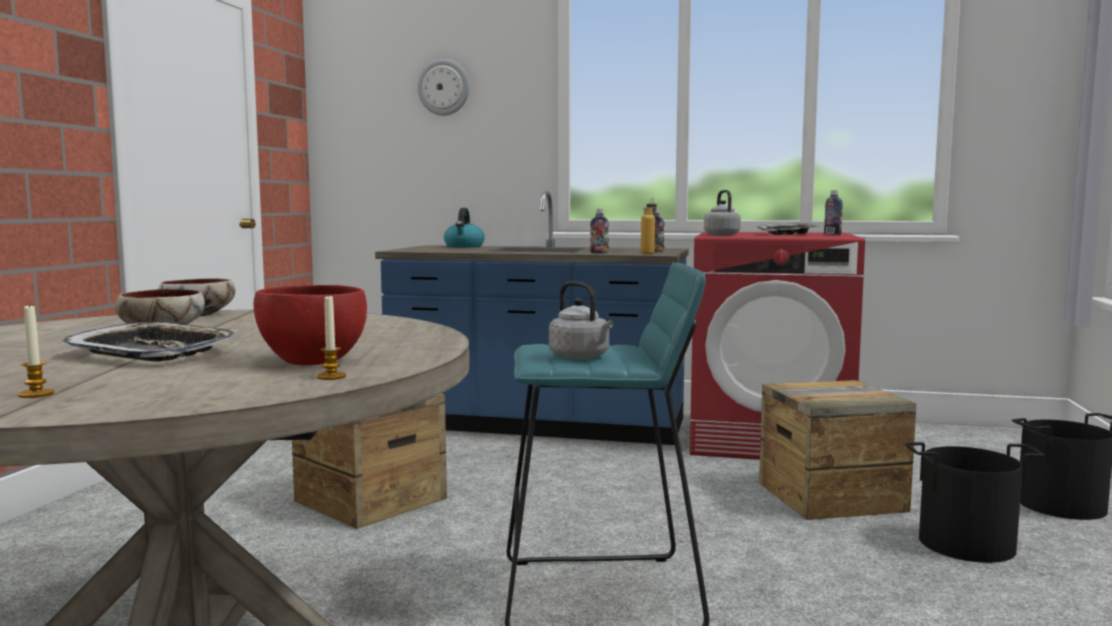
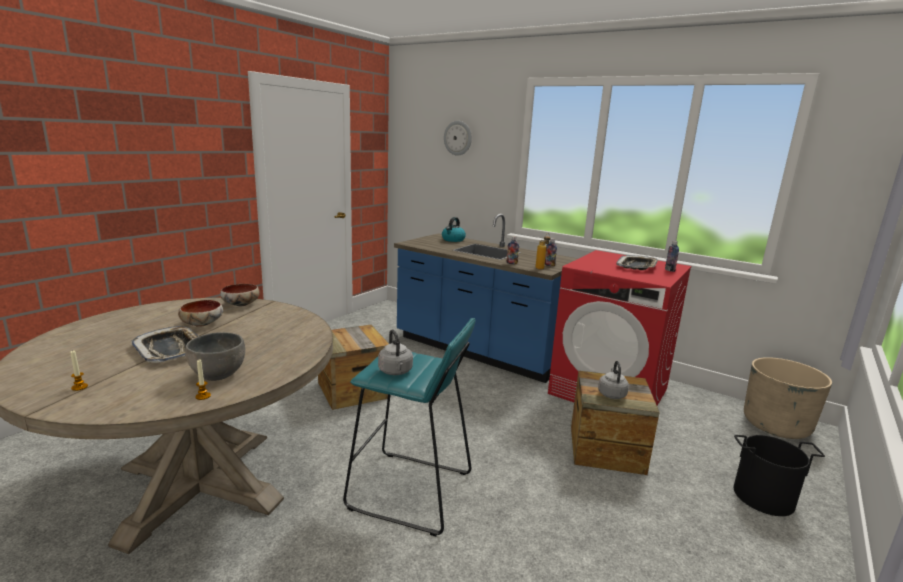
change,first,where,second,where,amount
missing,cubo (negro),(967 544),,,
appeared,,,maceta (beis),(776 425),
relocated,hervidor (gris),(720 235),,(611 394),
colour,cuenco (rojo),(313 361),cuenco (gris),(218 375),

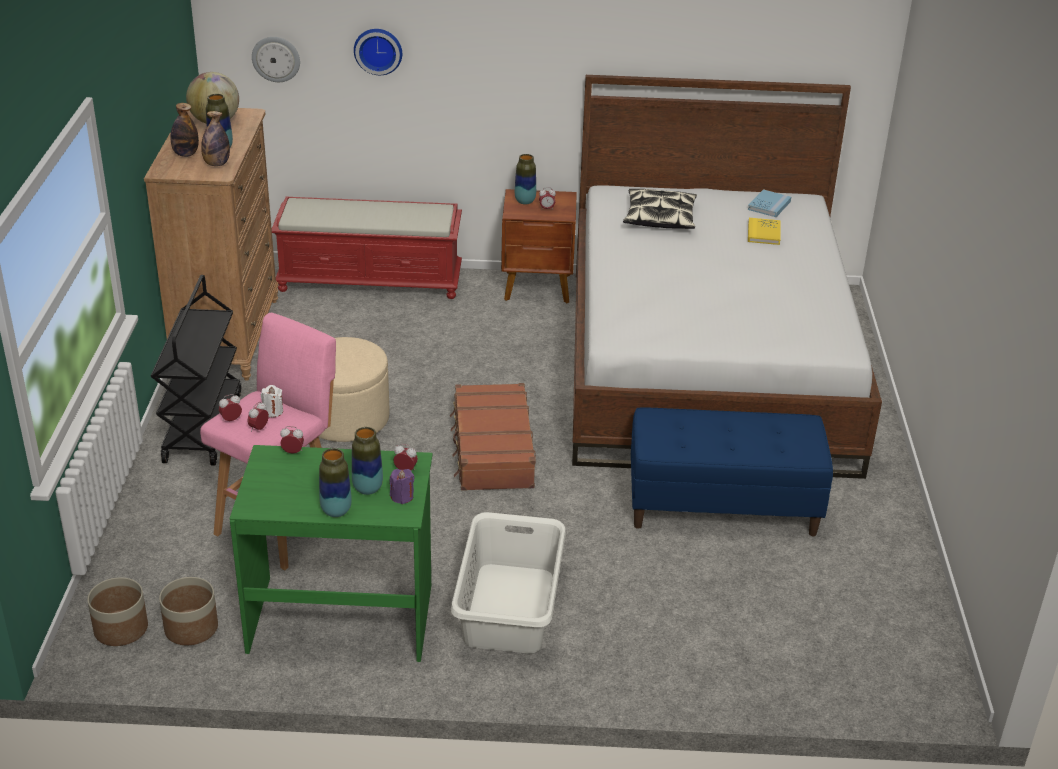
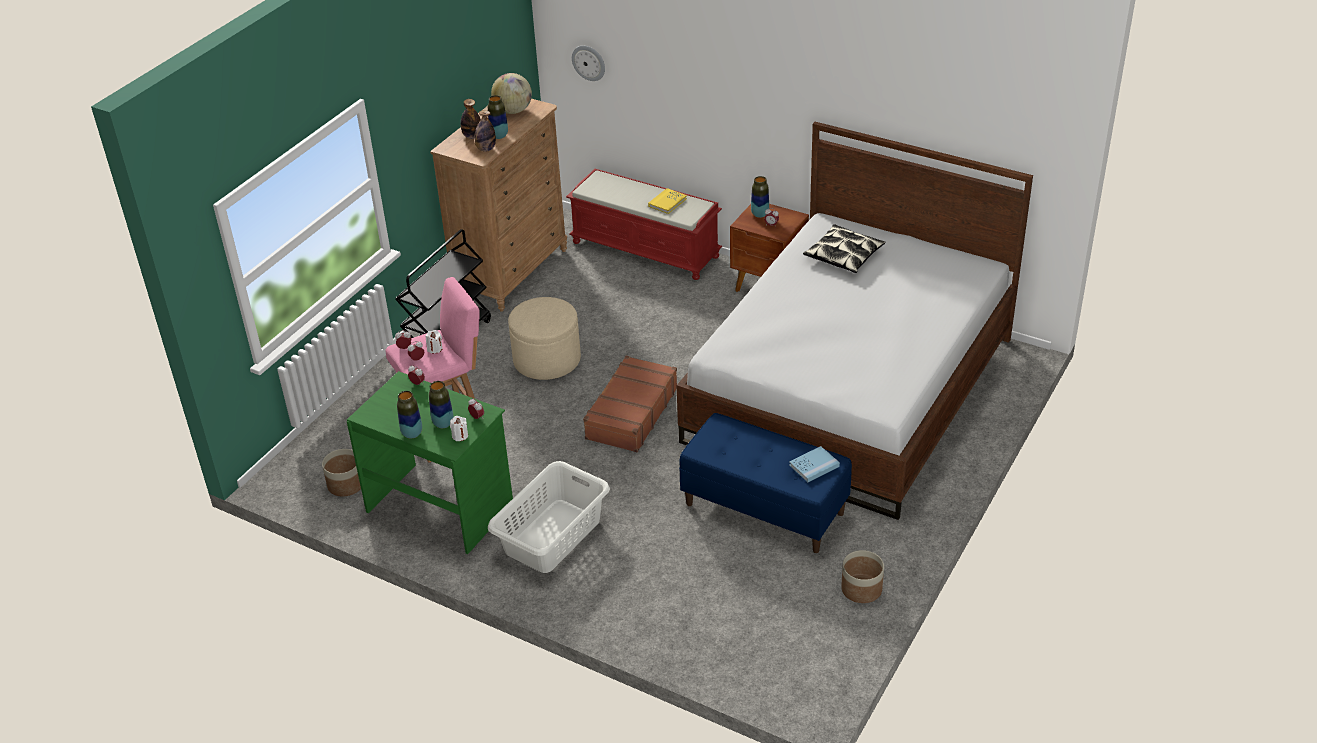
change,first,where,second,where,amount
missing,reloj de pared,(378 50),,,
relocated,maceta,(120 629),,(861 589),
relocated,libro (azul),(769 205),,(814 466),
relocated,libro (amarillo),(763 233),,(667 202),
colour,vela (morado),(402 496),vela (blanco),(460 436),

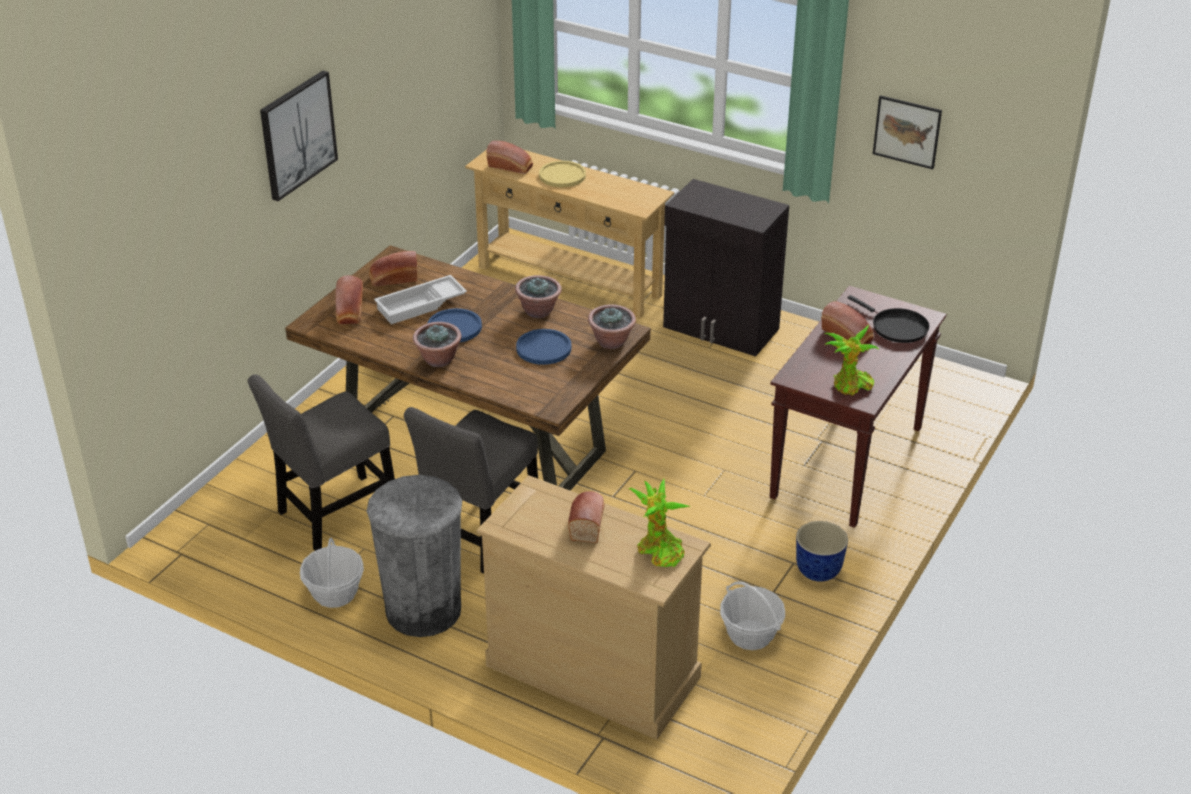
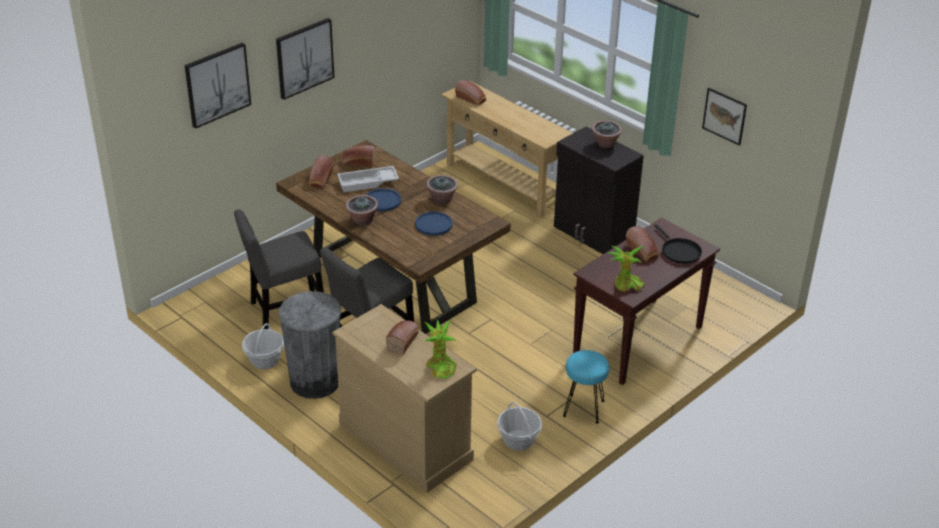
change,first,where,second,where,amount
missing,plato (amarillo),(562 175),,,
appeared,,,cuadro,(217 84),
relocated,planta en maceta,(612 342),,(605 144),
exchanged,maceta,(818 572),taburete (turquesa),(583 409),

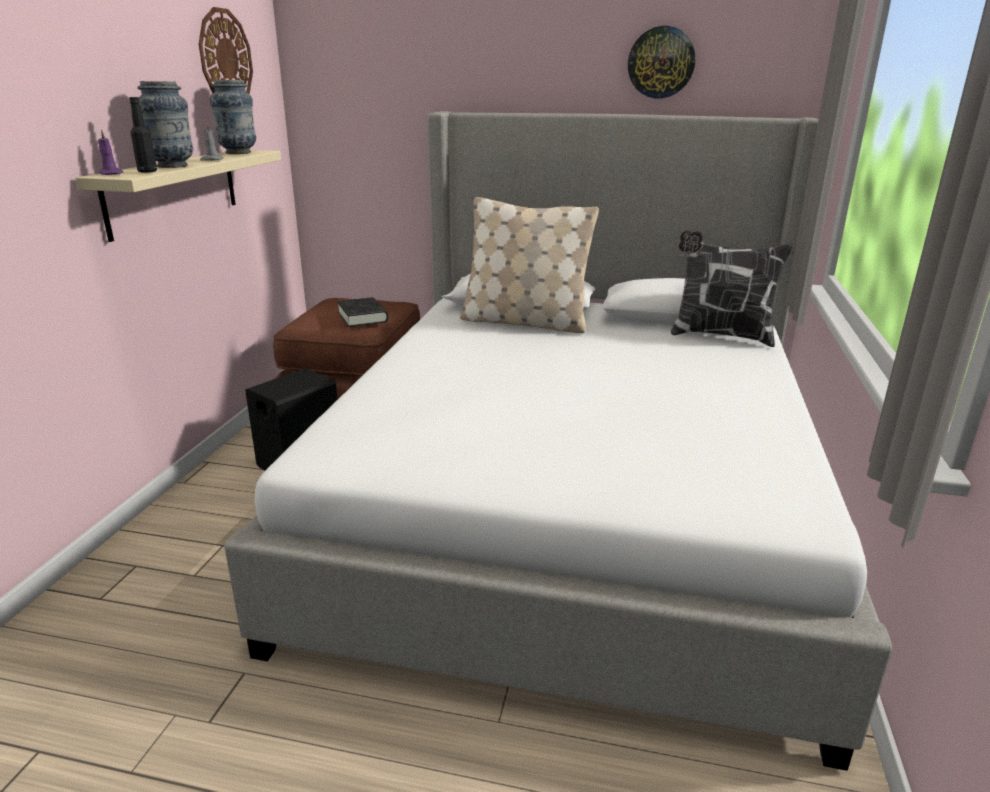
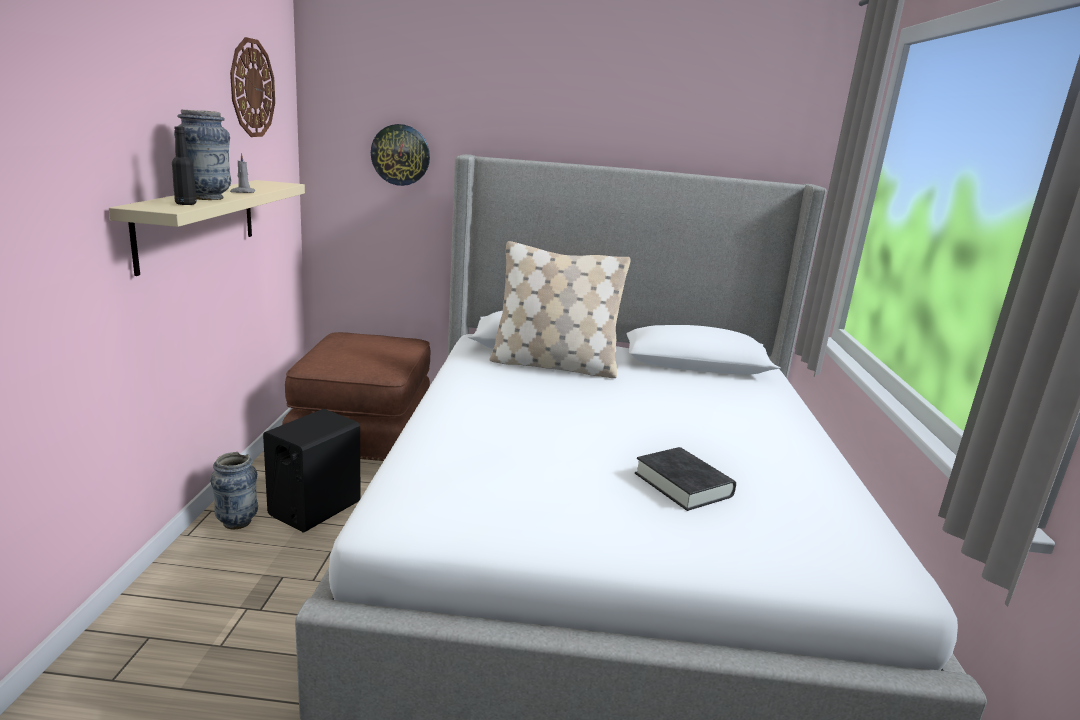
change,first,where,second,where,amount
missing,vela (morado),(110 174),,,
missing,cojín,(720 335),,,
relocated,florero,(238 153),,(237 522),
relocated,libro (negro),(362 317),,(683 485),
relocated,reloj de pared,(661 62),,(400 155),

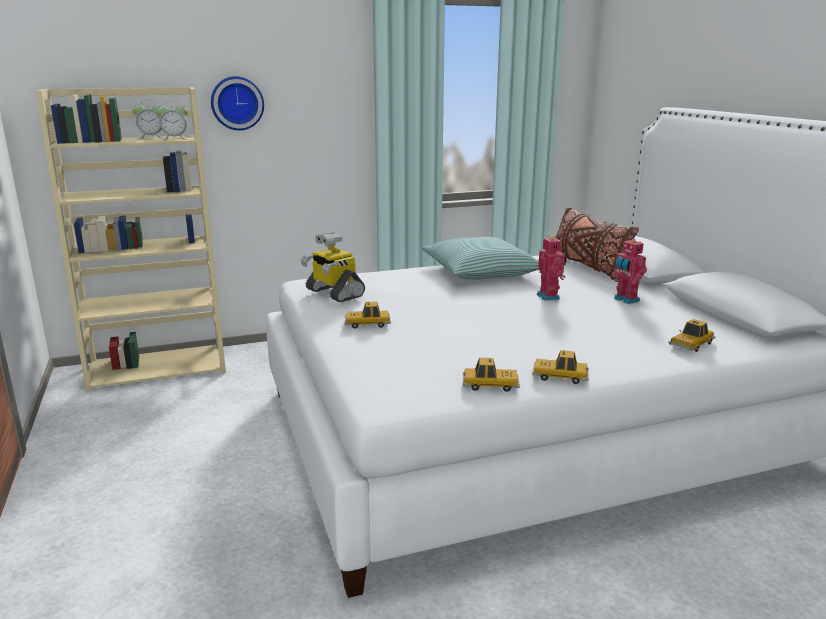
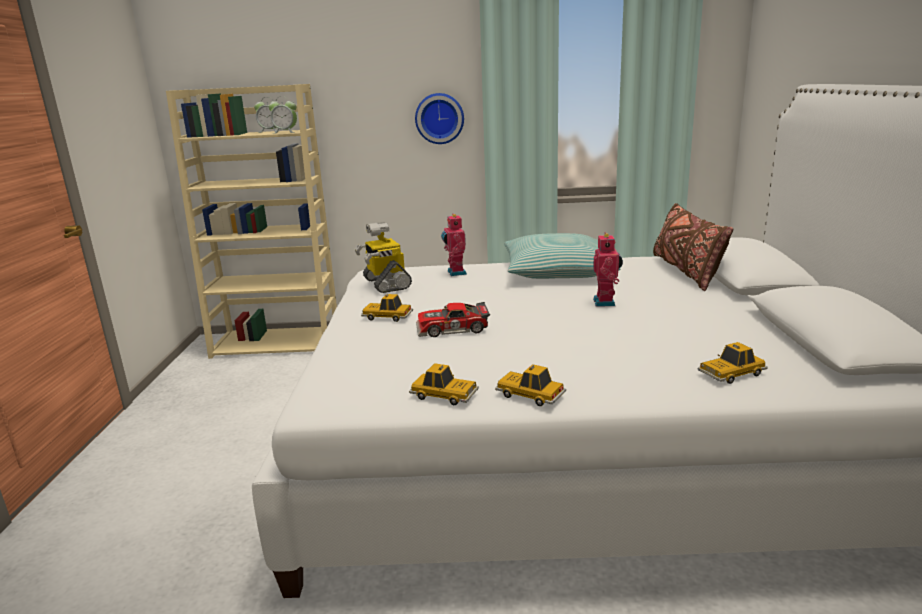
change,first,where,second,where,amount
appeared,,,coche de juguete,(453 329),
relocated,reloj de pared,(237 103),,(439 118),
relocated,robot de juguete,(625 300),,(455 273),

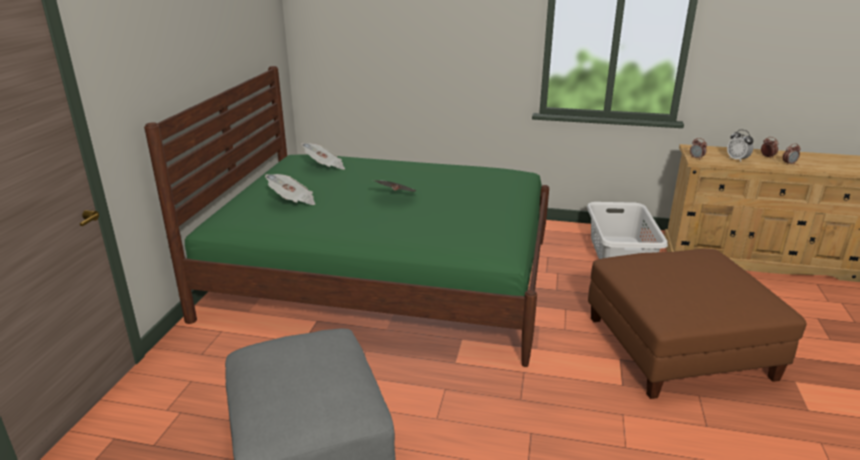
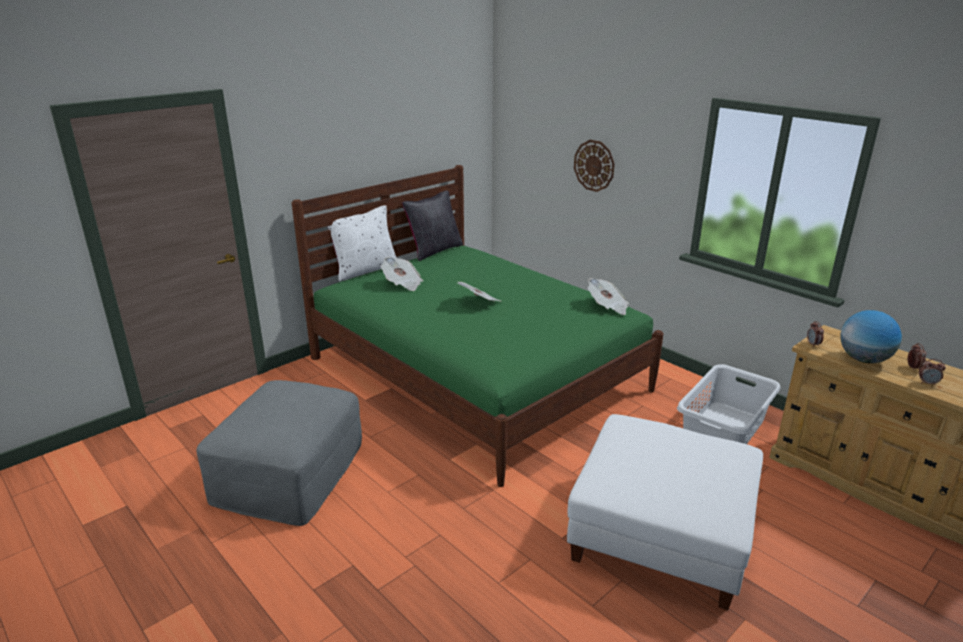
change,first,where,second,where,amount
appeared,,,cojín (blanco),(365 270),
appeared,,,cojín (negro),(434 250),
appeared,,,reloj de pared,(594 165),
relocated,periódico,(325 167),,(607 307),
exchanged,despertador,(737 159),globo terráqueo,(864 360),
colour,puf (marrón),(678 348),puf (blanco),(660 534),

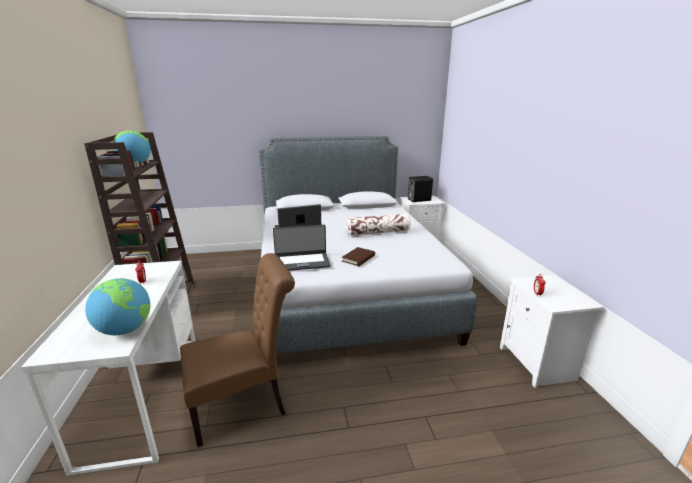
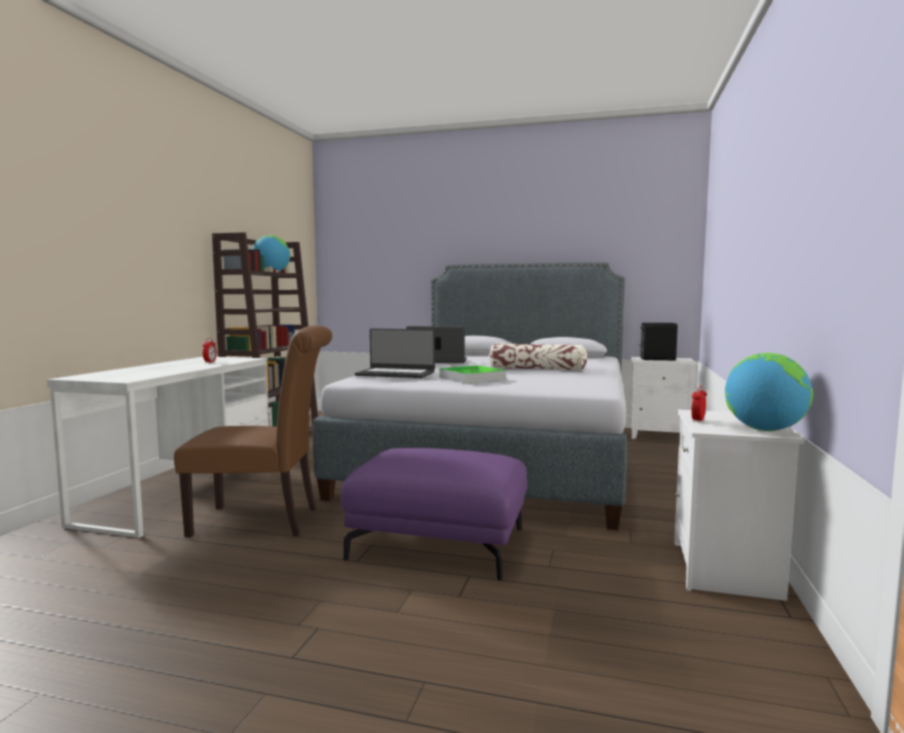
change,first,where,second,where,amount
appeared,,,puf (morado),(439 543),
relocated,globo terráqueo,(125 330),,(764 430),
exchanged,libro (marrón),(358 258),bandeja,(472 378),

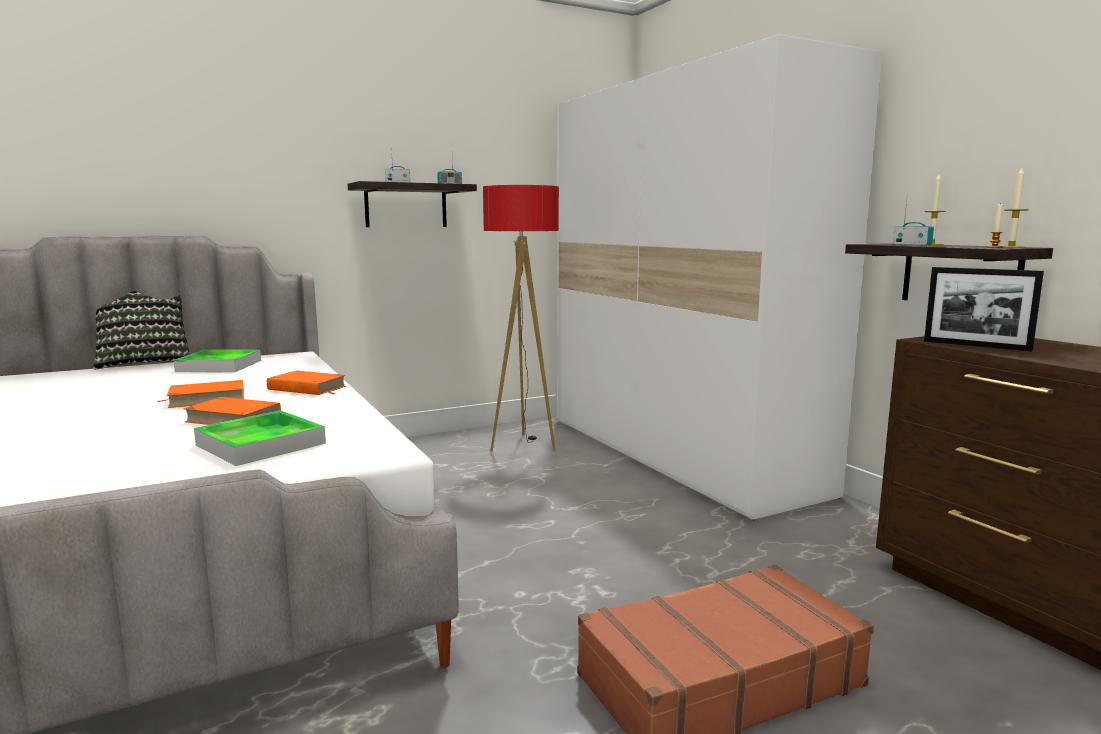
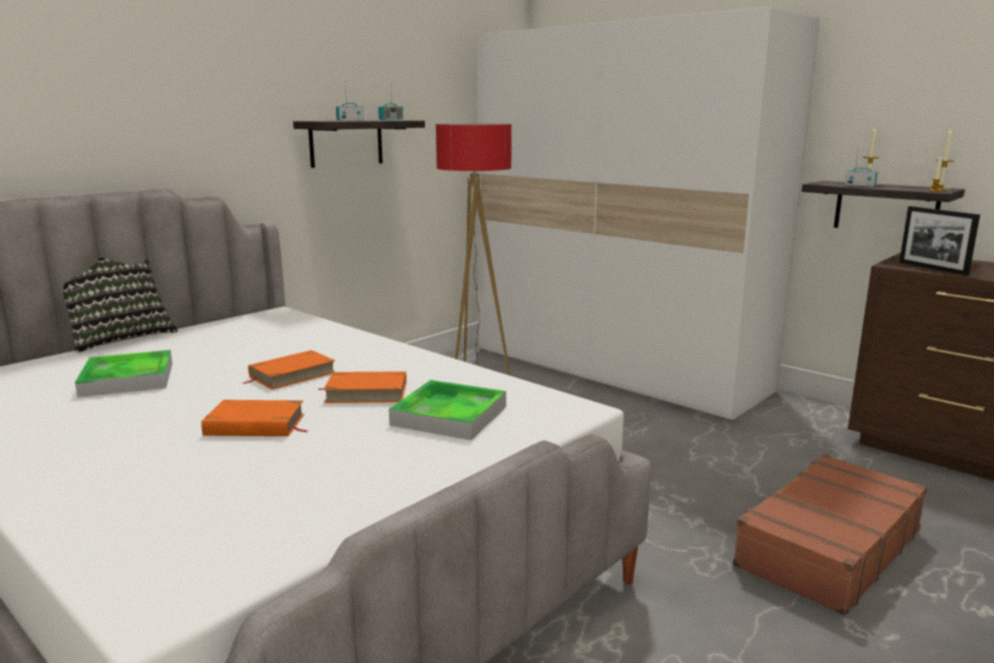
change,first,where,second,where,amount
relocated,bandeja,(219 366),,(127 379),
relocated,libro (naranja),(307 388),,(255 425),
spun,portarretratos,(976 345),,(932 268),45 degrees clockwise

